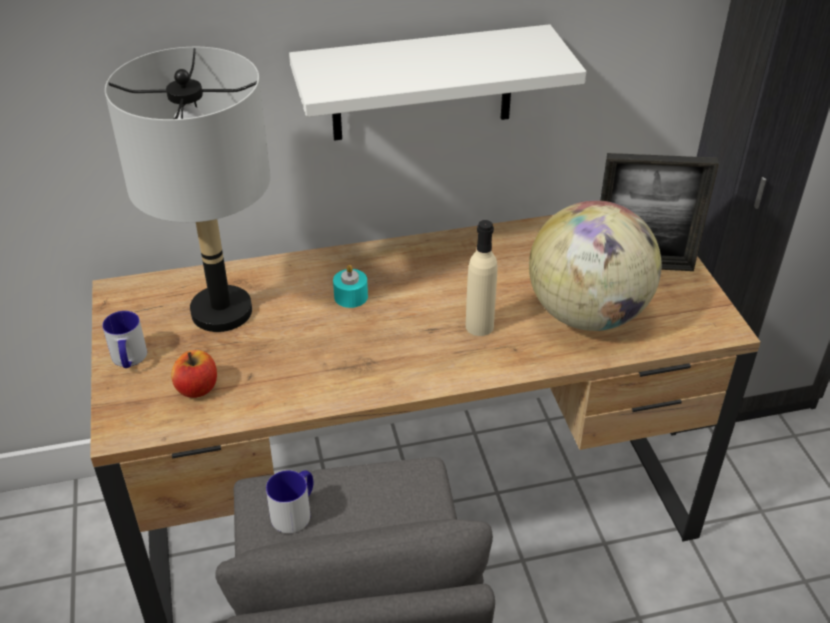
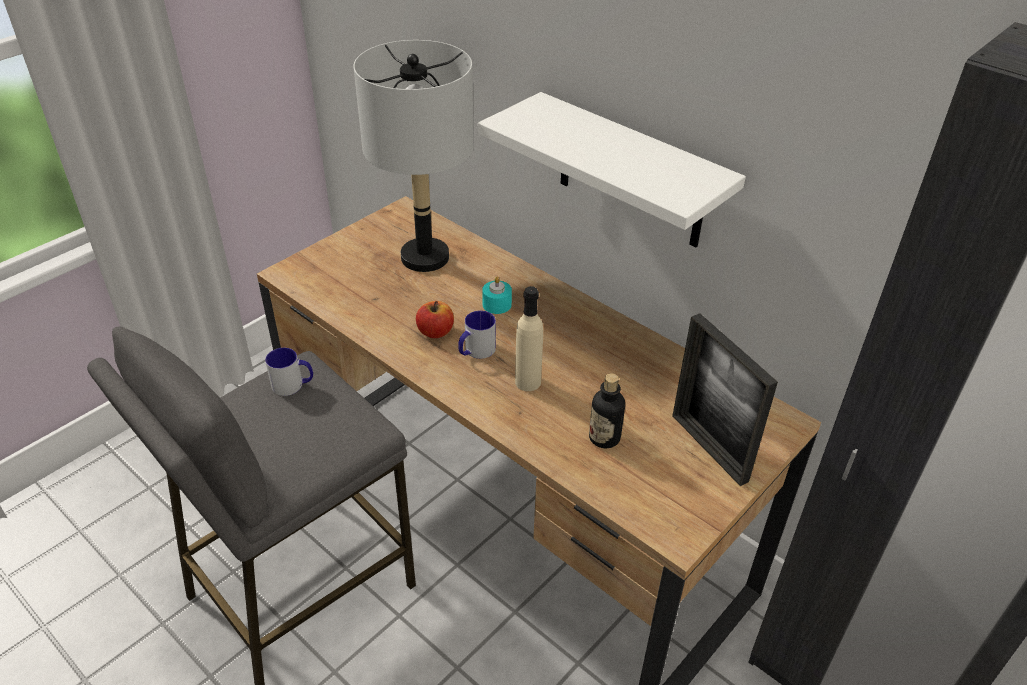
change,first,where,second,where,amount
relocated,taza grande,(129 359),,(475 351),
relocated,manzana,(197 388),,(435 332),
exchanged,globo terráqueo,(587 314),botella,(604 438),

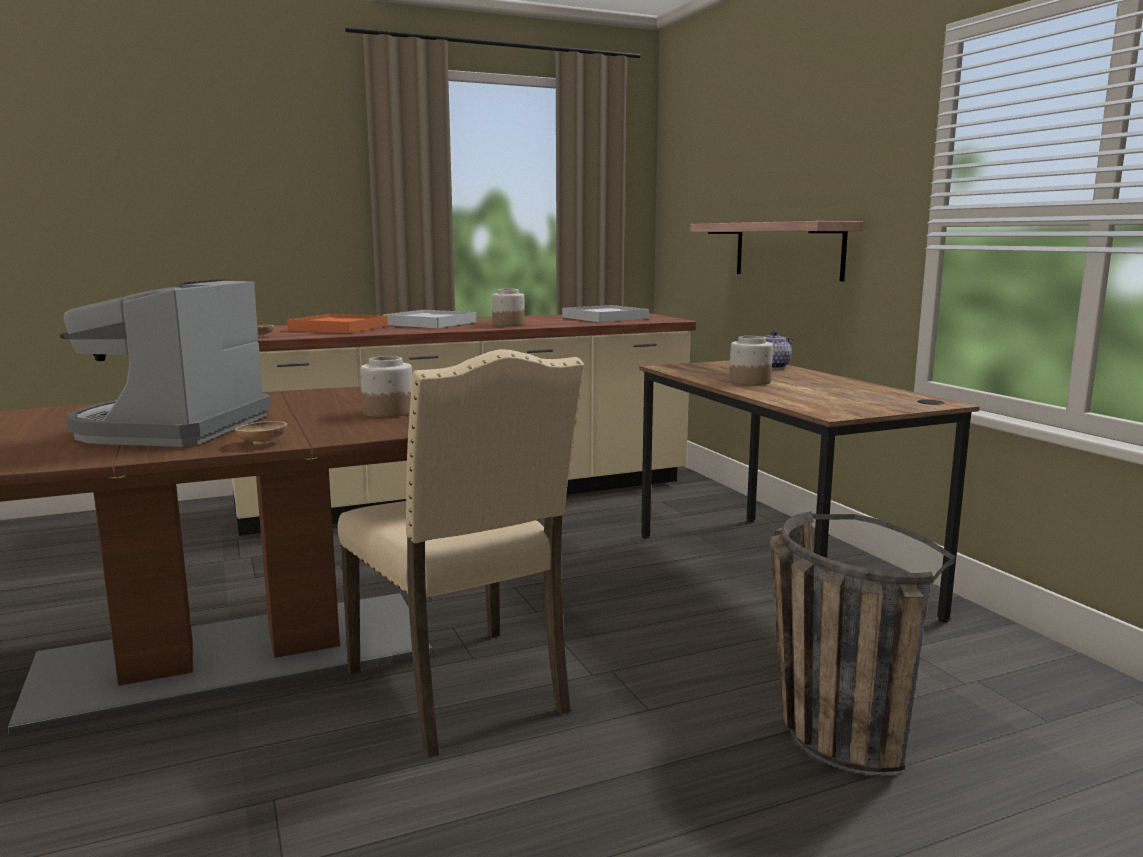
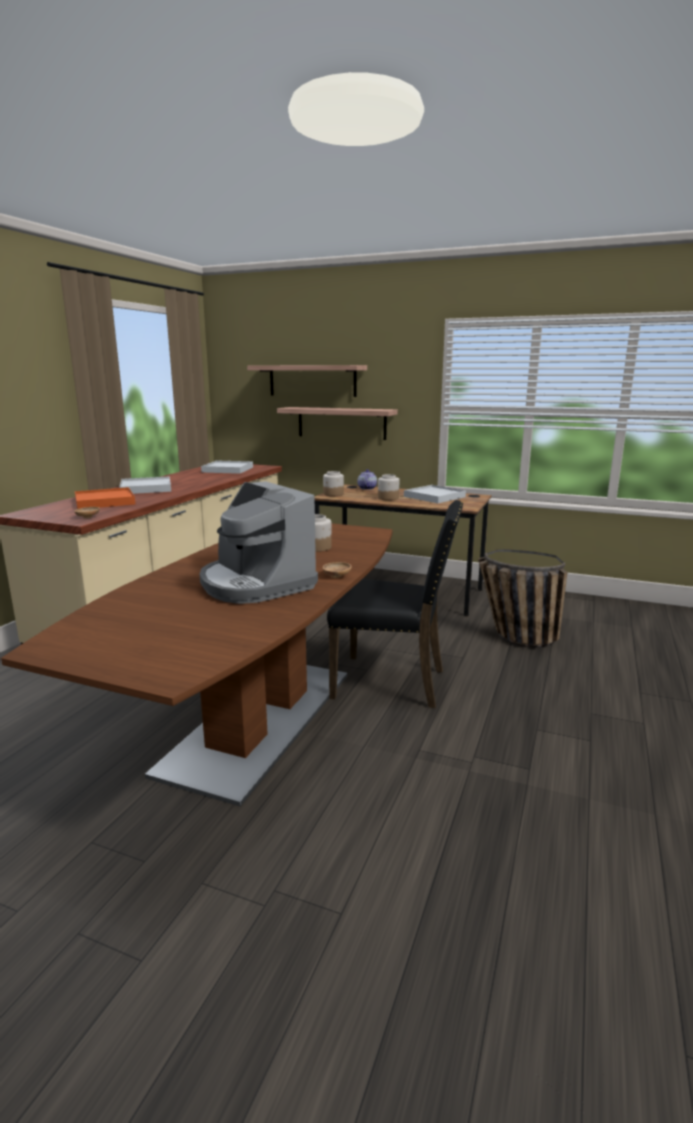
change,first,where,second,where,amount
appeared,,,estante,(312 380),
appeared,,,bandeja (blanco),(434 497),
relocated,tarro,(508 324),,(333 494),
colour,silla (beis),(463 691),silla (negro),(392 682),

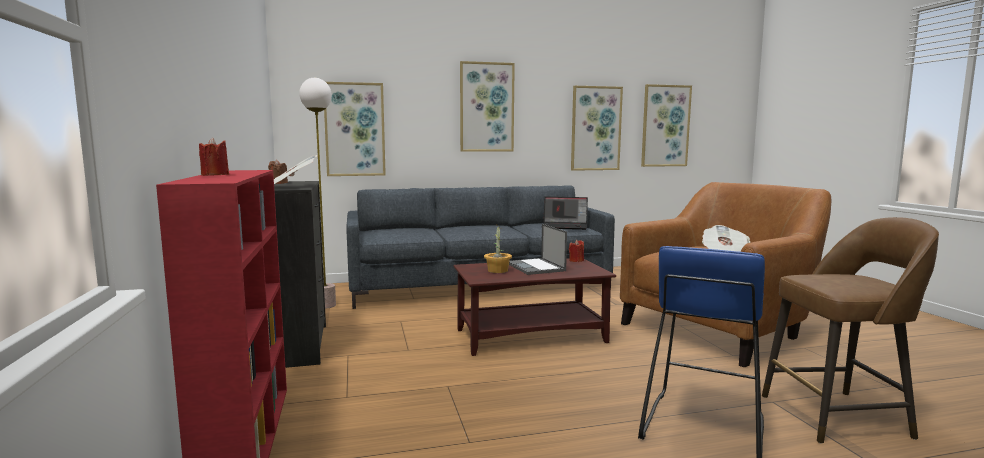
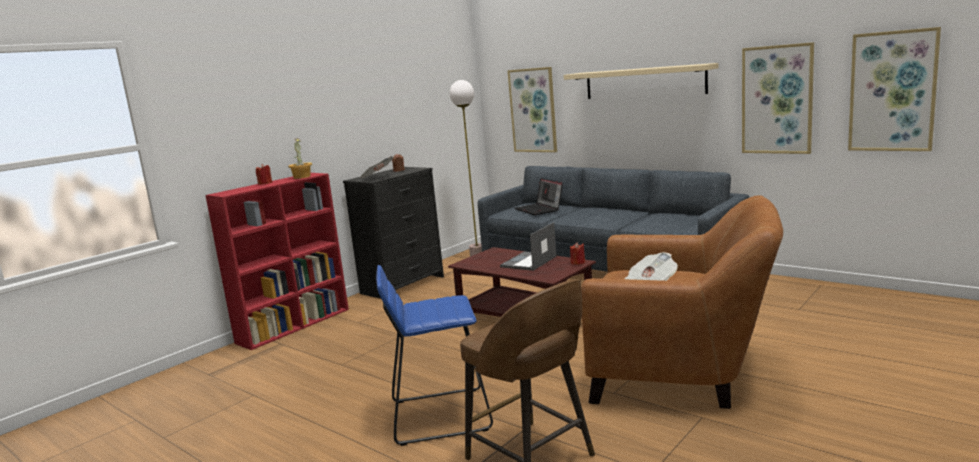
change,first,where,second,where,amount
relocated,planta en maceta,(497 270),,(301 177),
relocated,portátil,(565 226),,(539 209),
exchanged,cuadro,(486 107),estante (beis),(644 82),

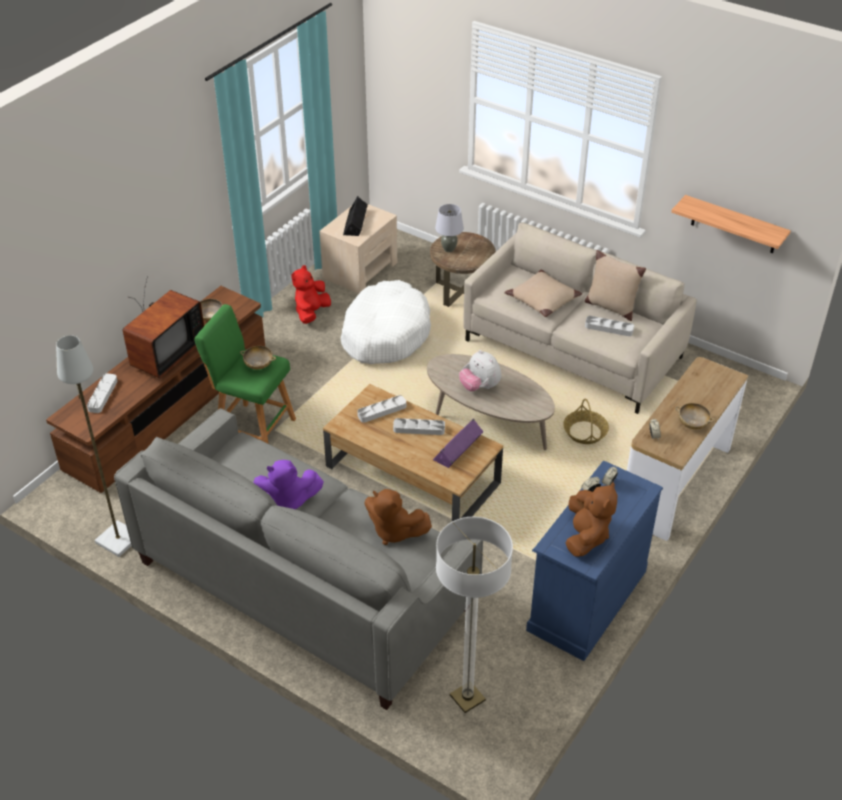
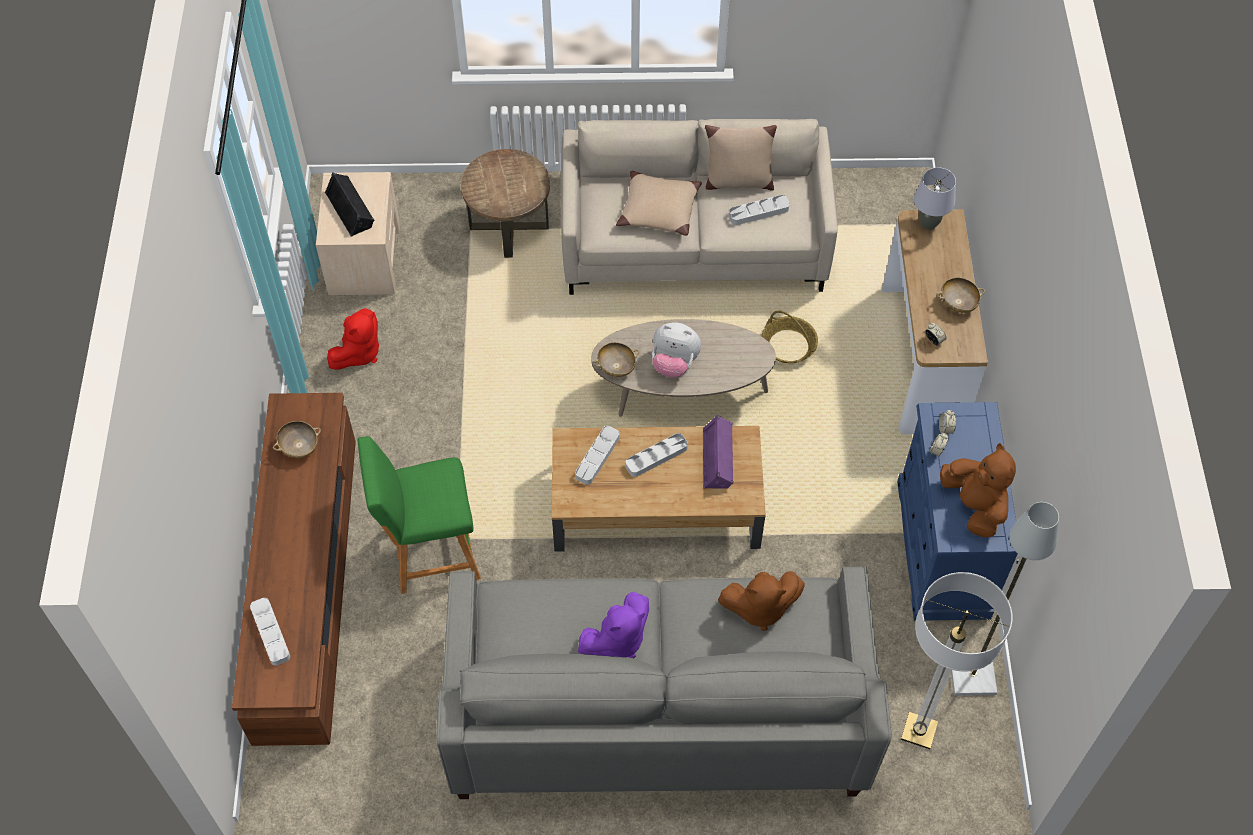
change,first,where,second,where,amount
missing,televisor,(164 354),,,
missing,cama para perro (blanco),(385 334),,,
missing,estante,(734 225),,,
relocated,lámpara de pie (gris),(117 540),,(971 676),
relocated,cuenco (beis),(258 365),,(616 367),
relocated,lámpara de mesa (gris),(448 249),,(928 224),
spun,peluche (rojo),(311 313),,(358 353),135 degrees counterclockwise

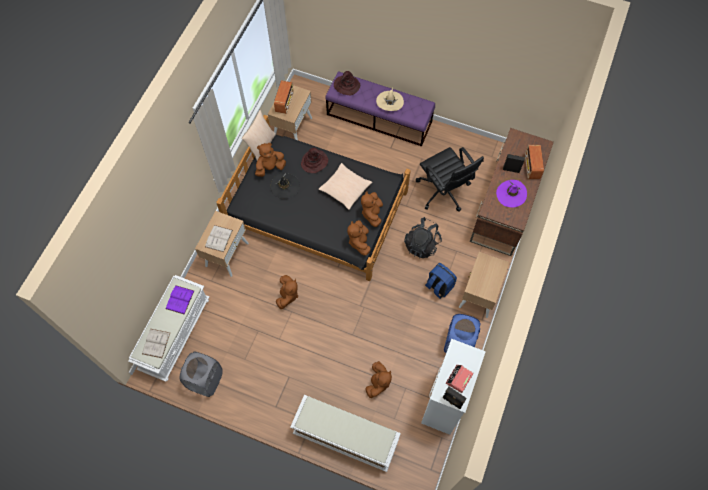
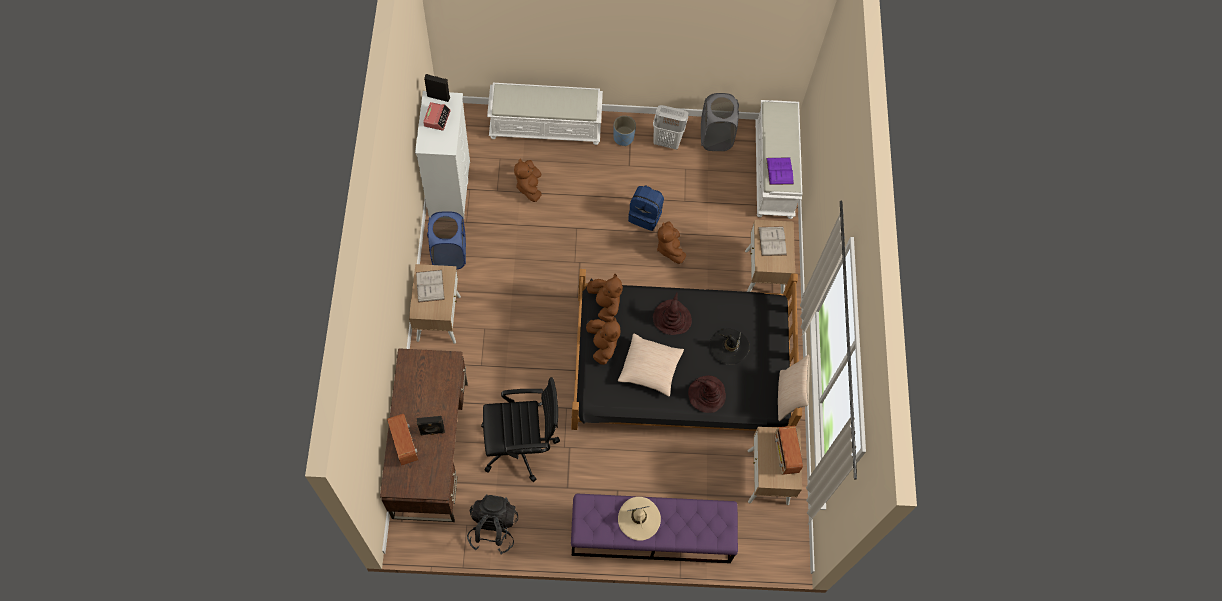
change,first,where,second,where,amount
missing,peluche (marrón),(270 168),,,
missing,sombrero (morado),(511 194),,,
appeared,,,maceta (azul),(623 137),
appeared,,,cesto de la ropa (blanco),(667 141),
relocated,libro (blanco),(156 343),,(430 286),
relocated,sombrero (marrón),(346 85),,(672 318),
relocated,mochila (negro),(422 244),,(493 528),
relocated,mochila (azul),(438 286),,(645 215),
spun,silla de oficina (negro),(443 192),,(521 445),135 degrees clockwise

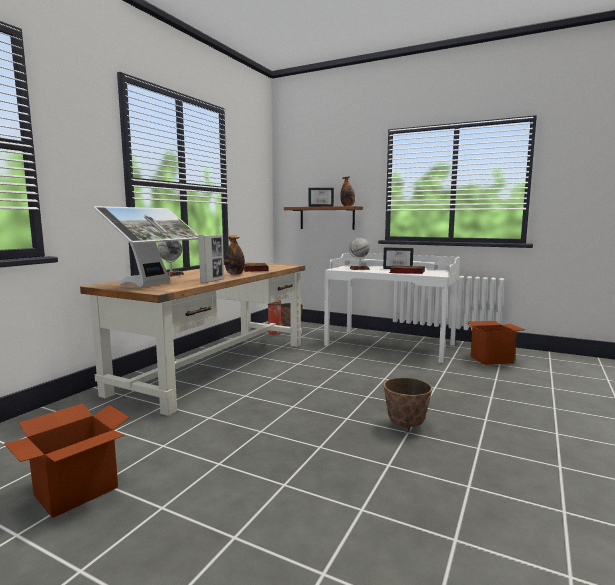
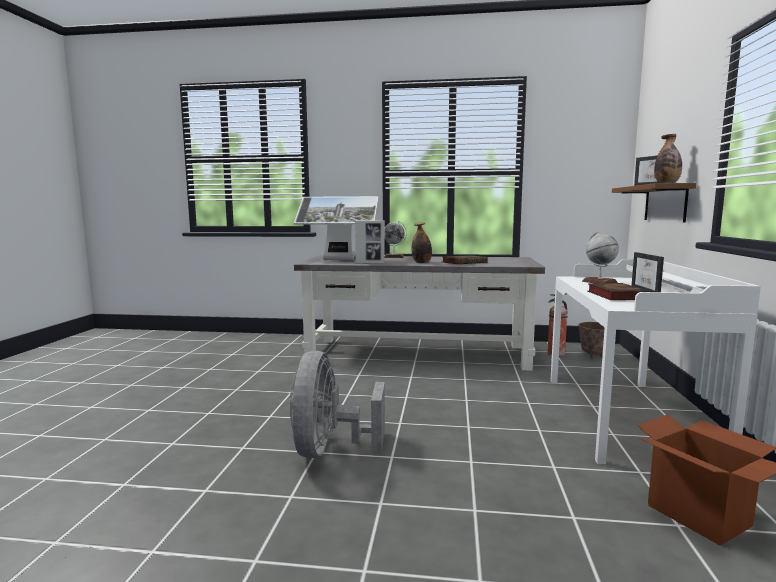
change,first,where,second,where,amount
missing,caja de cartón,(76 492),,,
exchanged,maceta,(406 426),ventilador (gris),(329 450),
colour,escritorio (marrón),(216 366),escritorio (gris),(419 353),

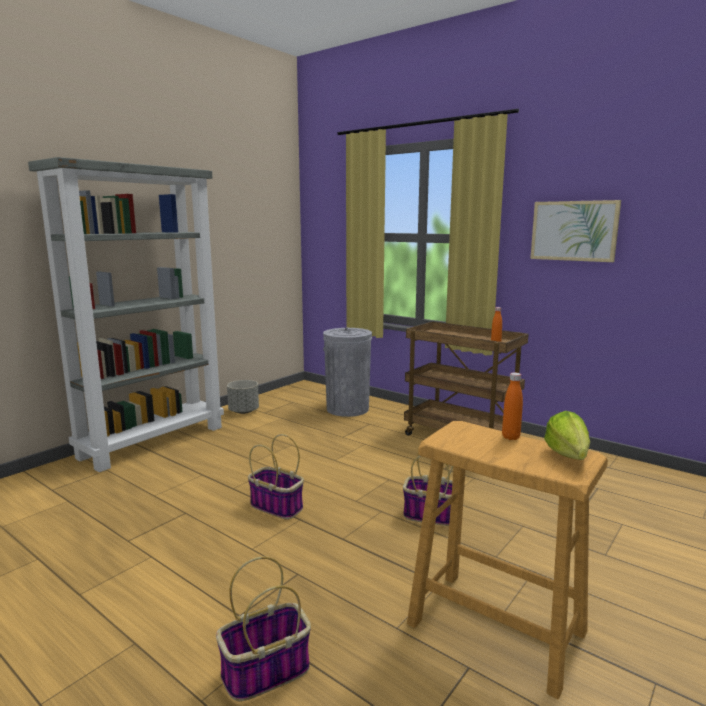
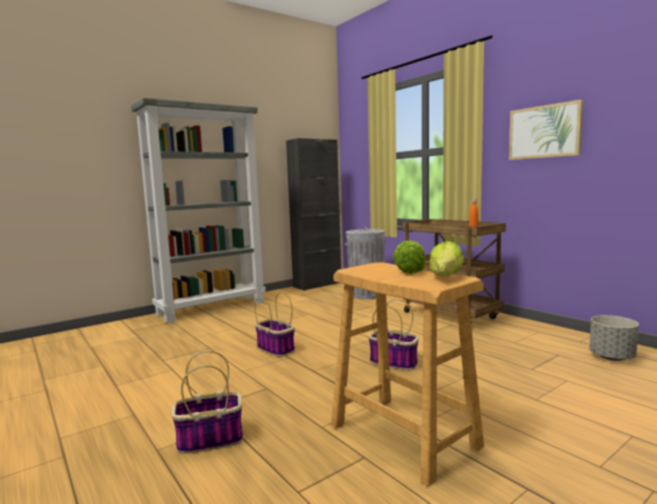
change,first,where,second,where,amount
appeared,,,armario (negro),(317 285),
relocated,maceta (gris),(244 411),,(612 357),
exchanged,botella (naranja),(510 437),lechuga,(412 270),

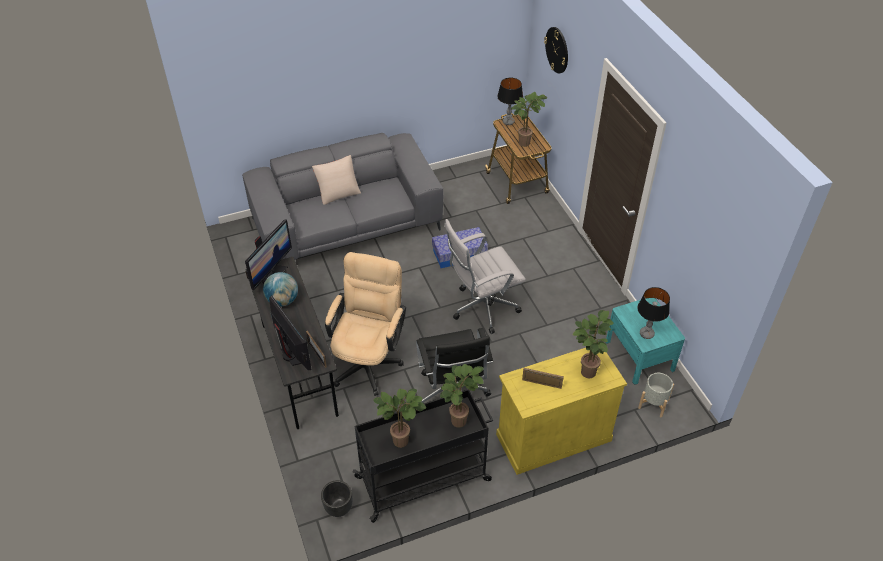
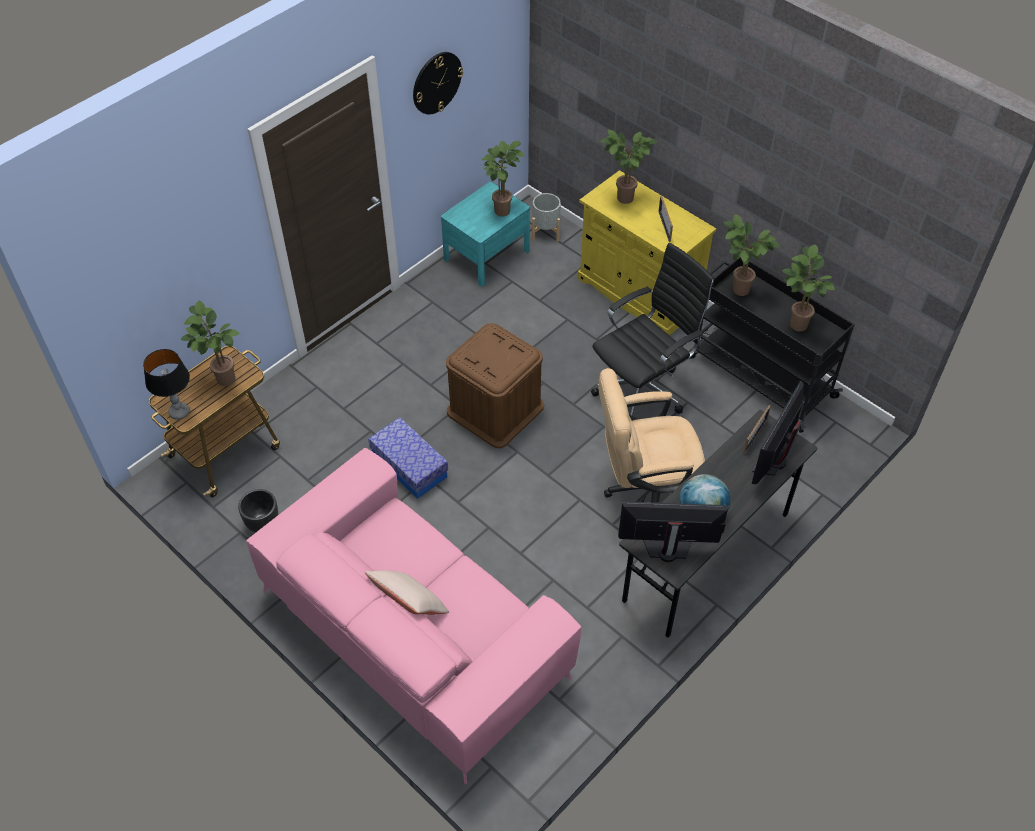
change,first,where,second,where,amount
relocated,maceta (negro),(339 507),,(262 523),
relocated,reloj de pared,(557 50),,(436 82),
exchanged,silla de oficina (blanco),(481 308),caja de almacenaje (marrón),(495 409),
exchanged,lámpara de mesa,(647 334),planta en maceta,(501 209),
colour,sofá (gris),(346 225),sofá (rosa),(415 632),

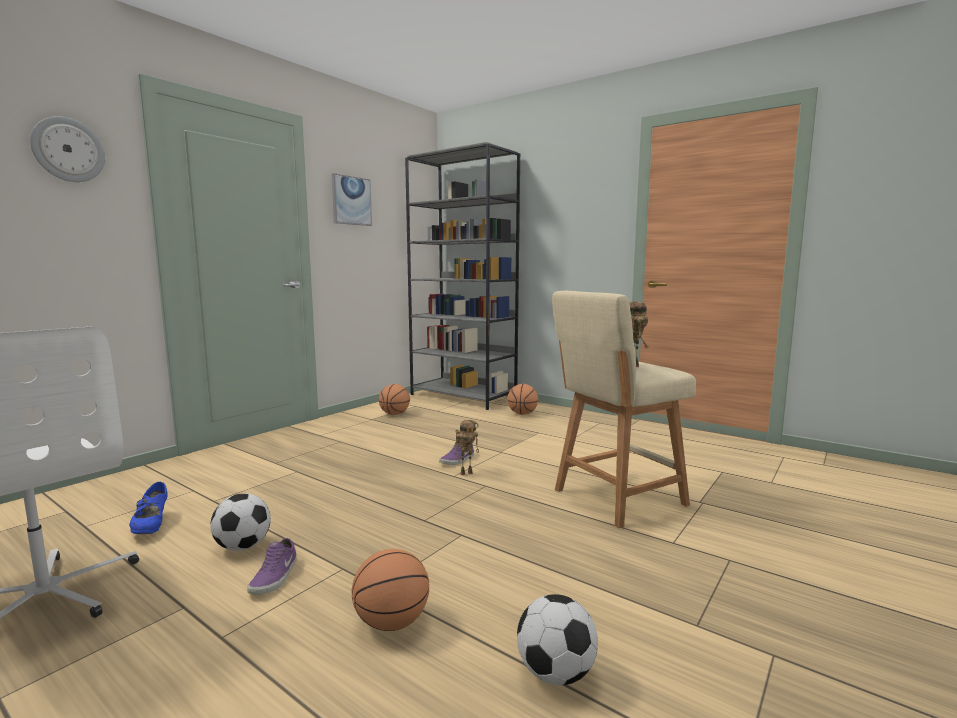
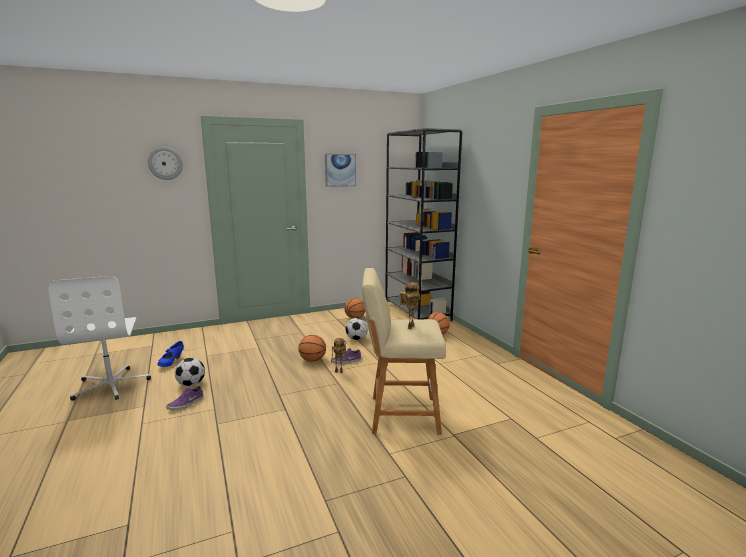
change,first,where,second,where,amount
relocated,balón de baloncesto,(391 622),,(312 360),
relocated,balón de fútbol,(555 673),,(356 339),

